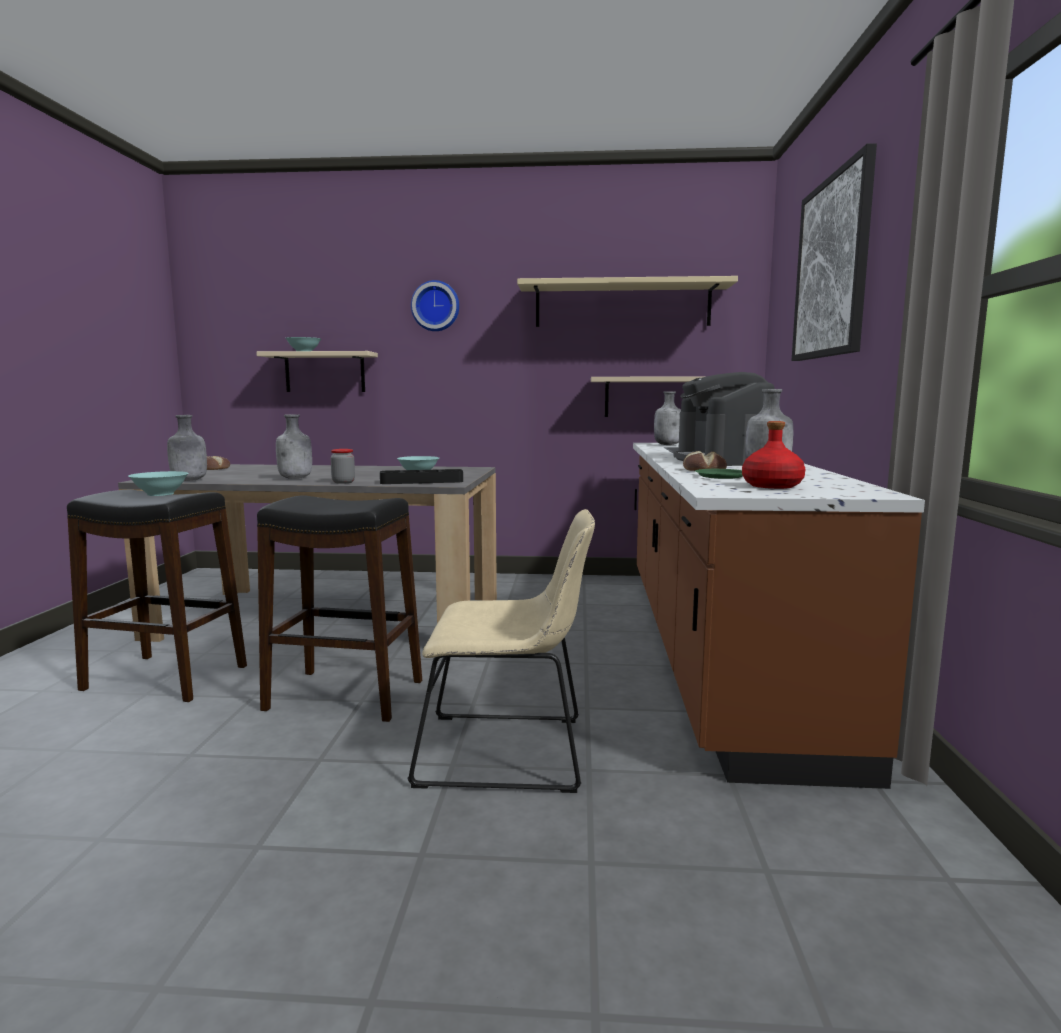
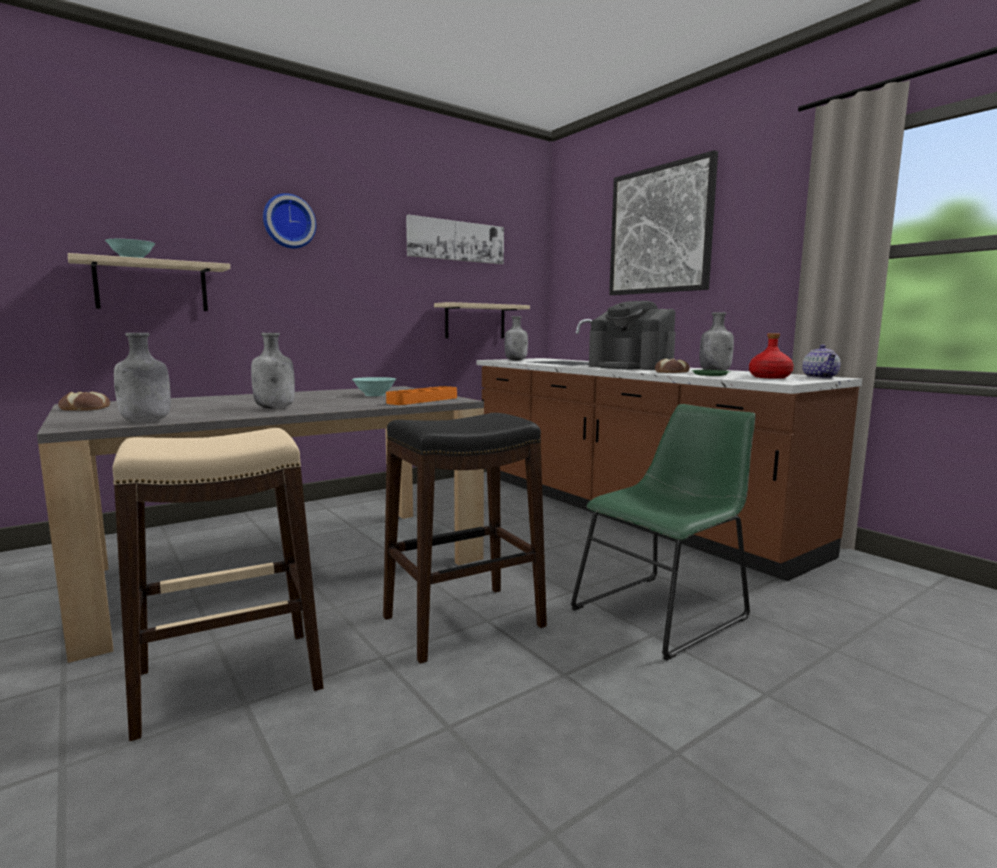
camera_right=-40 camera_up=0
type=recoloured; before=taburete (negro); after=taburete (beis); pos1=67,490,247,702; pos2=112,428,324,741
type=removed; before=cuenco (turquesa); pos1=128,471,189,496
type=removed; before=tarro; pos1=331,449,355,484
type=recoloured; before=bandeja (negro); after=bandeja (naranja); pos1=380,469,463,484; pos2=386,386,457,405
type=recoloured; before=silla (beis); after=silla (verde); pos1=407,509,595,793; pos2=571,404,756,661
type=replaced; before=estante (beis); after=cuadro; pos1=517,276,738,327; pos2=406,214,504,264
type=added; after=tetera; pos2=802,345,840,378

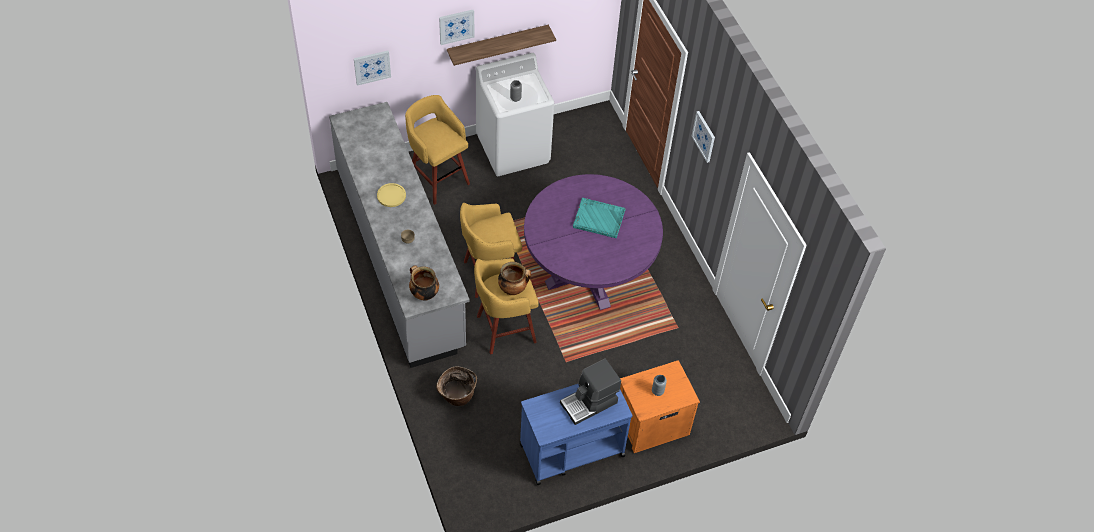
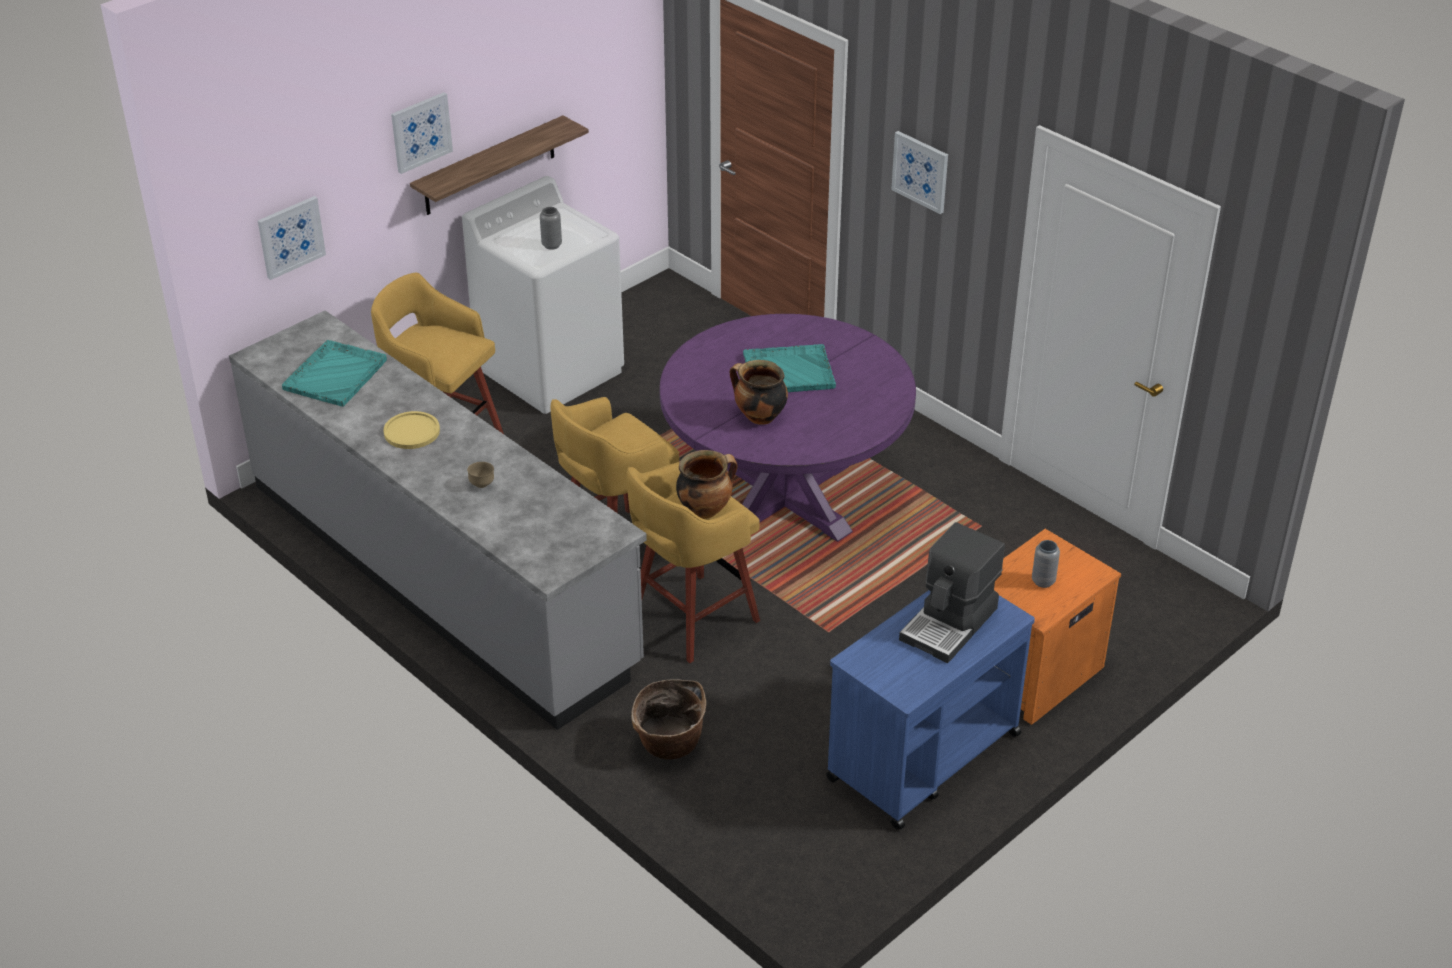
camera_right=-20 camera_up=-15
type=moved; before=olla; pos1=409,265,439,301; pos2=730,360,788,425
type=added; after=bandeja (turquesa); pos2=282,340,387,407

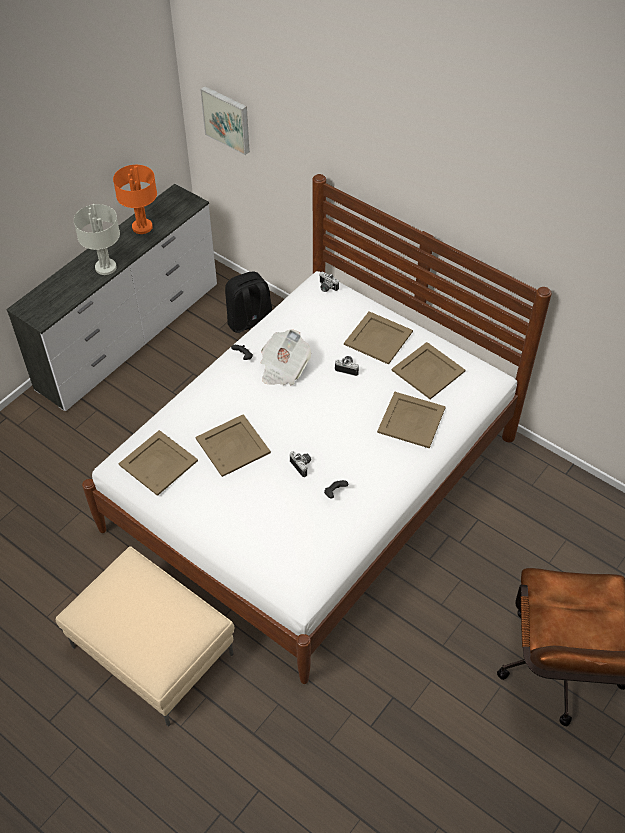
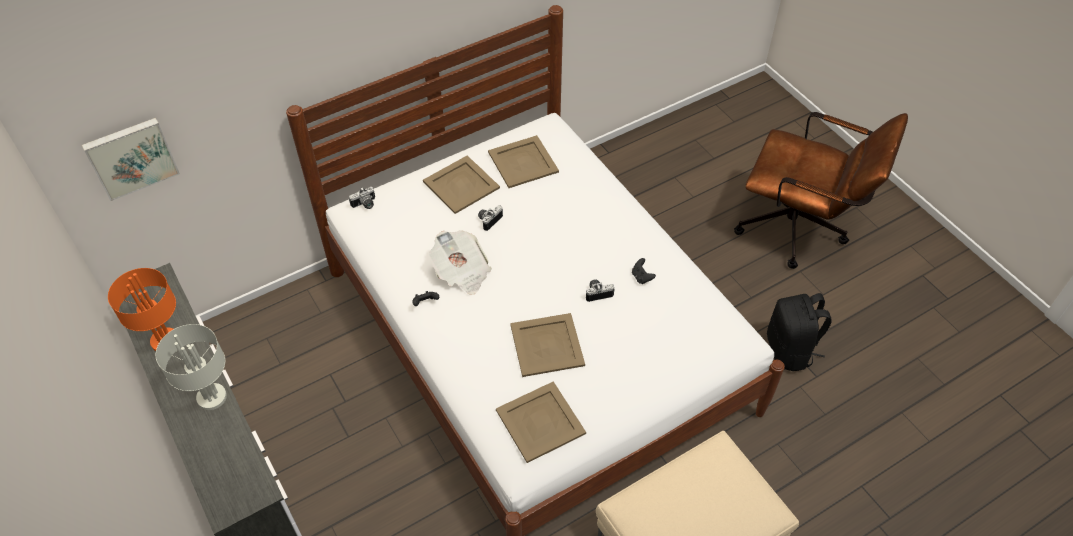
camera_right=-70 camera_up=0
type=moved; before=mochila (negro); pos1=225,272,272,333; pos2=767,293,832,371
type=removed; before=bandeja (beis); pos1=377,392,446,448

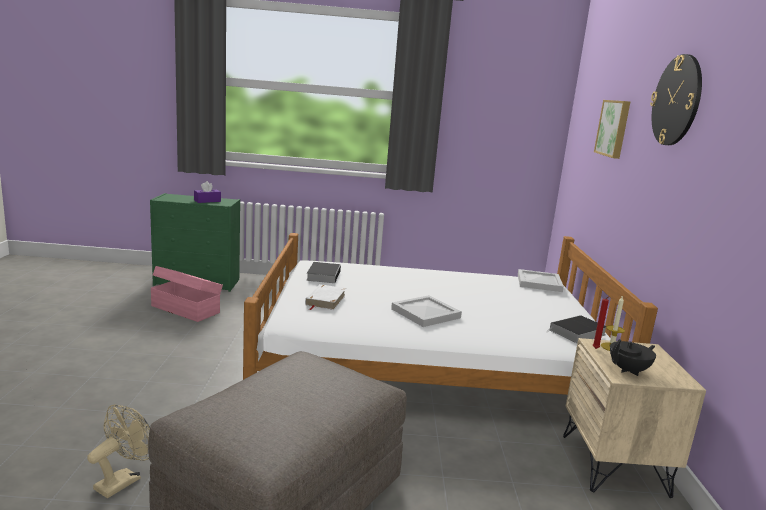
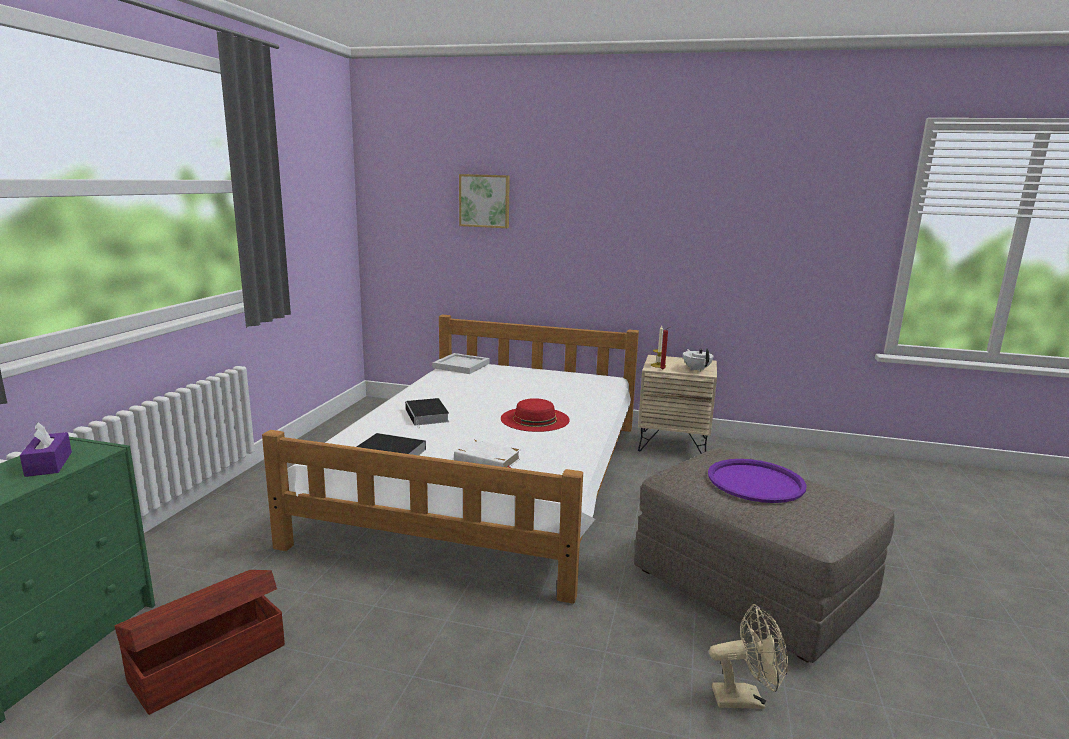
camera_right=-75 camera_up=0
type=turned; before=ventilador (beis); pos1=87,405,150,498; pos2=709,604,788,709; turn=135
type=recoloured; before=caja de almacenaje (rosa); after=caja de almacenaje (marrón); pos1=151,266,223,322; pos2=115,570,285,715
type=replaced; before=bandeja (blanco); after=sombrero (rojo); pos1=391,295,462,327; pos2=501,398,570,432
type=moved; before=libro; pos1=545,315,606,343; pos2=405,398,449,429
type=recoloured; before=tetera (negro); after=tetera (blanco); pos1=610,339,656,376; pos2=683,348,714,372
type=removed; before=reloj de pared; pos1=650,54,702,145
type=added; after=bandeja (morado); pos2=708,459,807,503

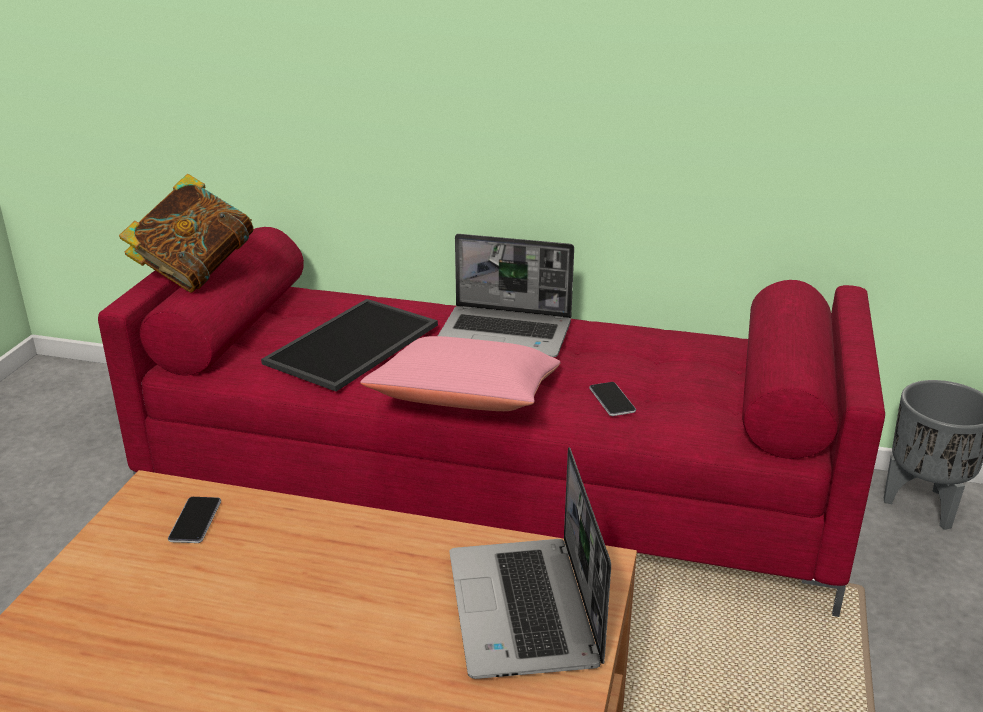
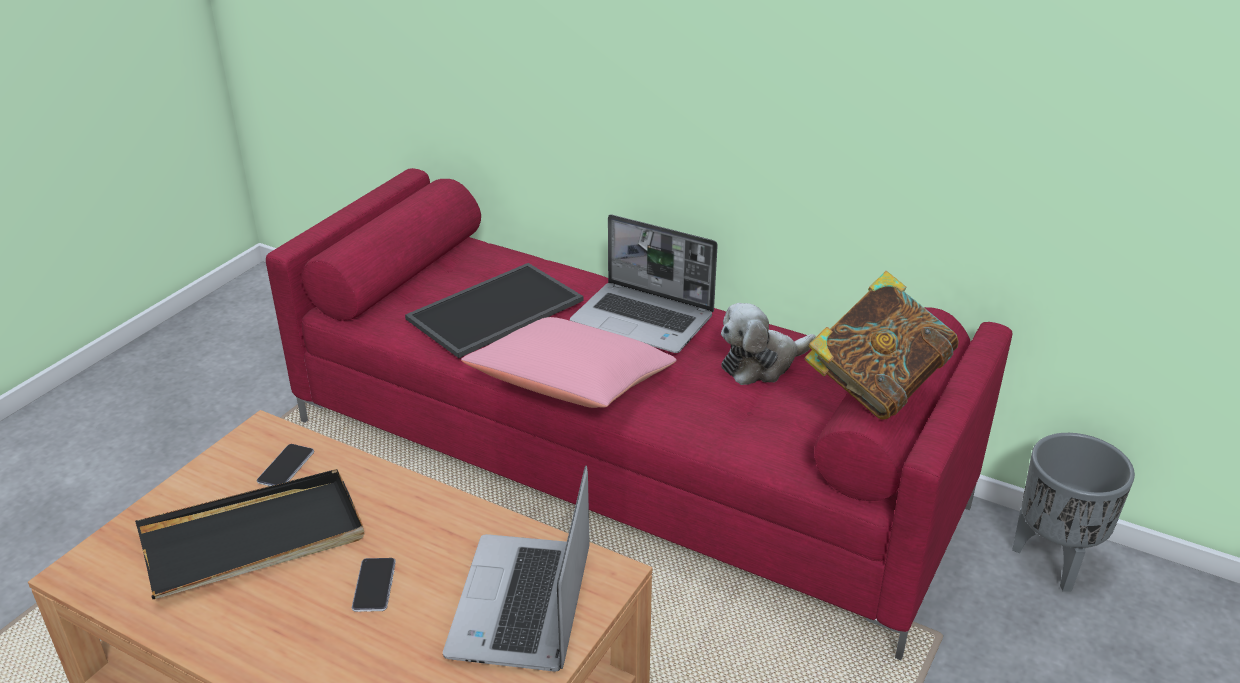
camera_right=15 camera_up=5
type=moved; before=libro; pos1=119,174,254,293; pos2=804,271,959,419
type=moved; before=móvil; pos1=589,382,636,416; pos2=352,558,396,612
type=added; after=bandeja (negro); pos2=135,469,365,599
type=added; after=peluche; pos2=721,303,816,385

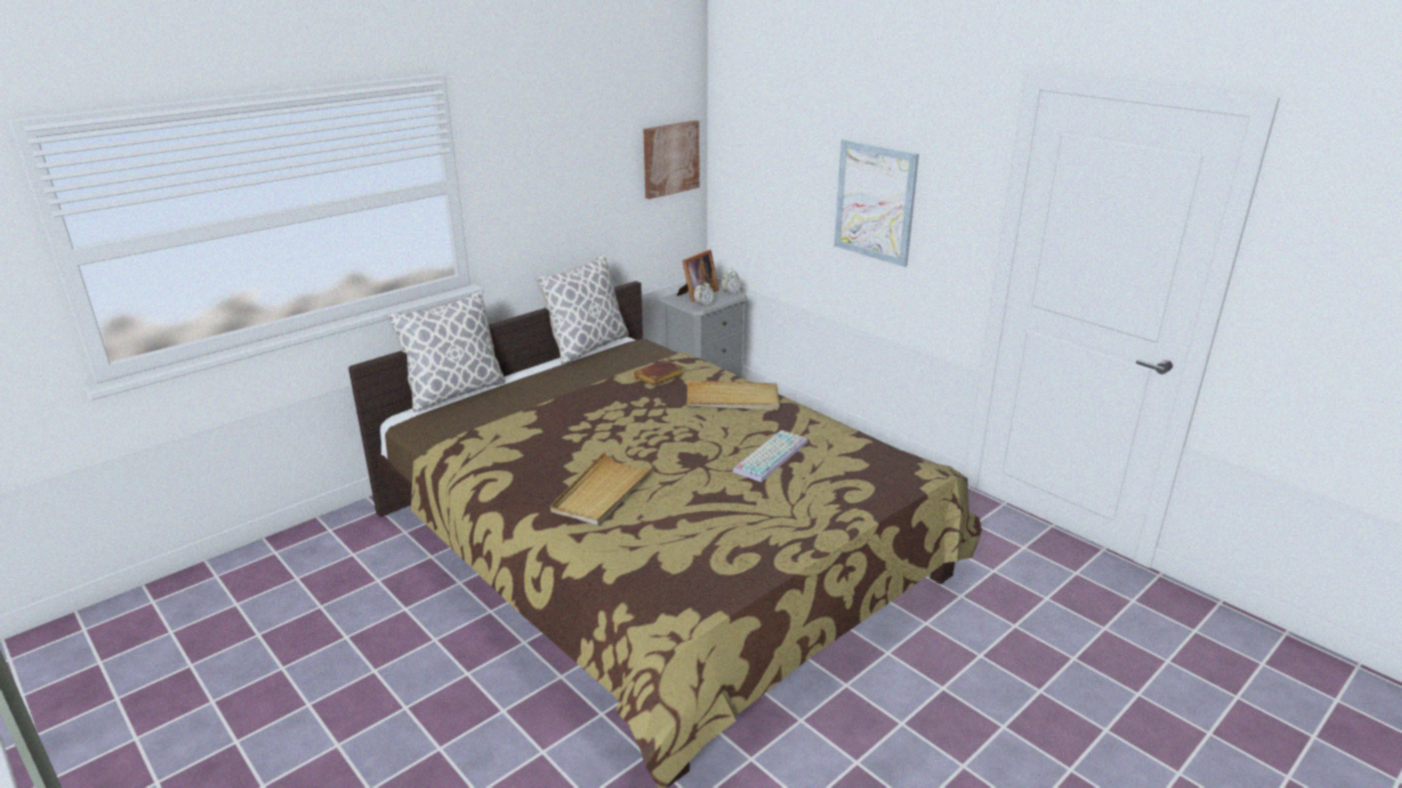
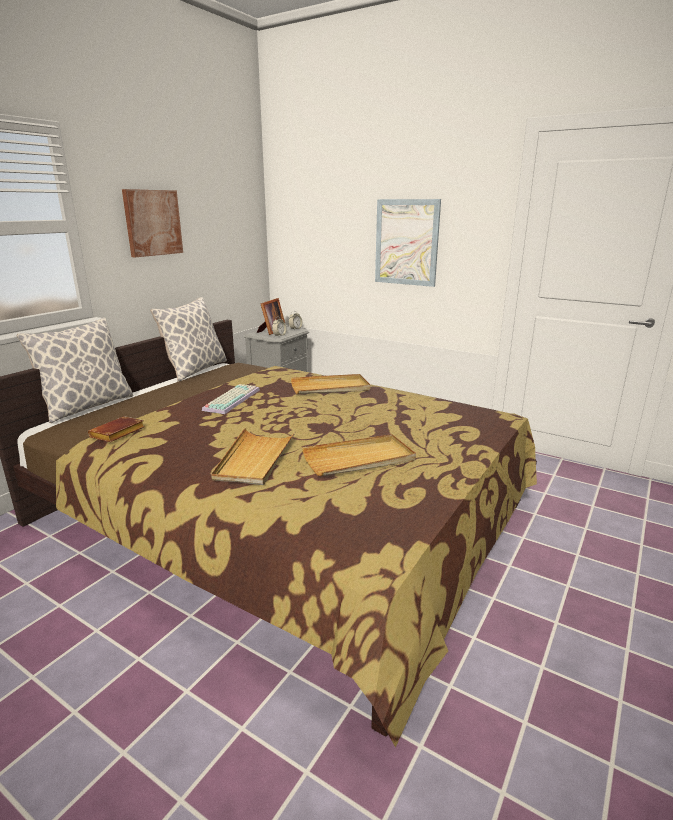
camera_right=-15 camera_up=-5
type=moved; before=libro (marrón); pos1=634,360,684,385; pos2=88,416,145,442
type=moved; before=cuadro; pos1=643,120,699,199; pos2=122,189,183,257
type=moved; before=teclado; pos1=733,430,808,482; pos2=202,384,260,414
type=added; after=bandeja (beis); pos2=302,434,416,476

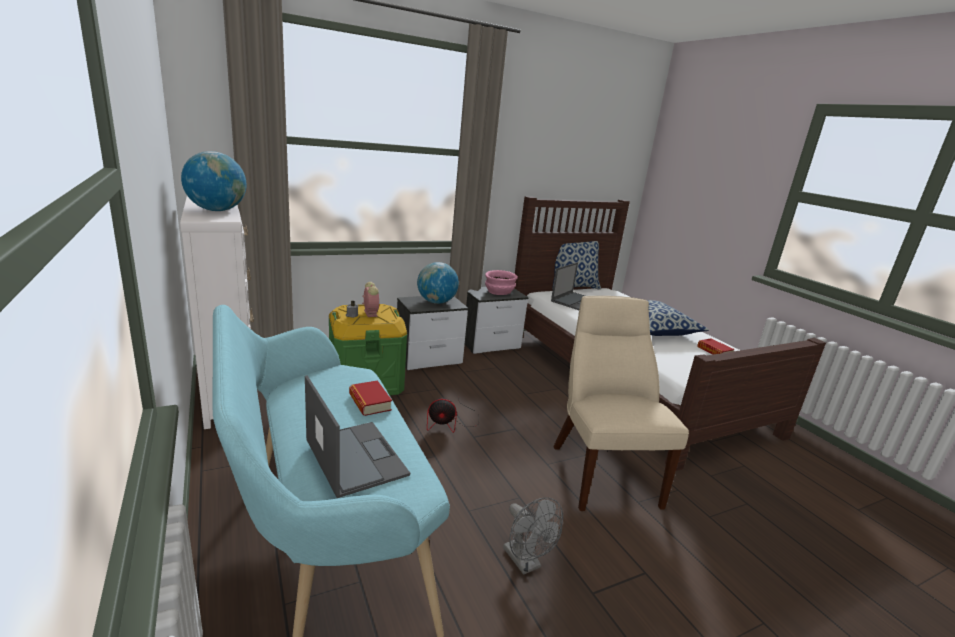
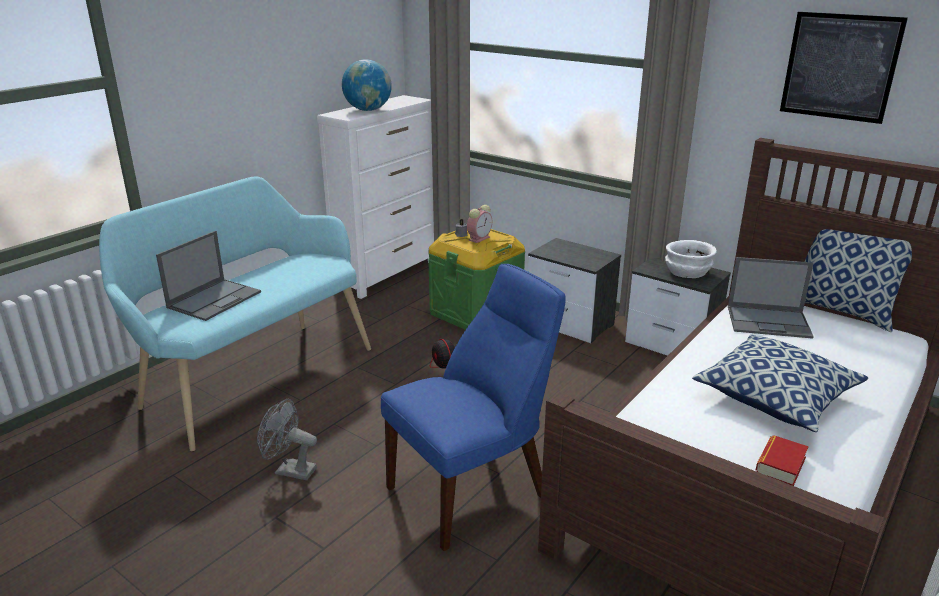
camera_right=65 camera_up=5
type=removed; before=libro; pos1=349,380,392,416
type=removed; before=globo terráqueo; pos1=417,262,459,304
type=recoloured; before=cuenco (rosa); after=cuenco (blanco); pos1=485,270,518,295; pos2=665,240,717,278
type=turned; before=ventilador (gris); pos1=503,498,563,575; pos2=257,399,317,480; turn=75
type=recoloured; before=silla (beis); after=silla (azul); pos1=553,296,689,511; pos2=381,264,566,551
type=added; after=cuadro; pos2=780,12,908,124

